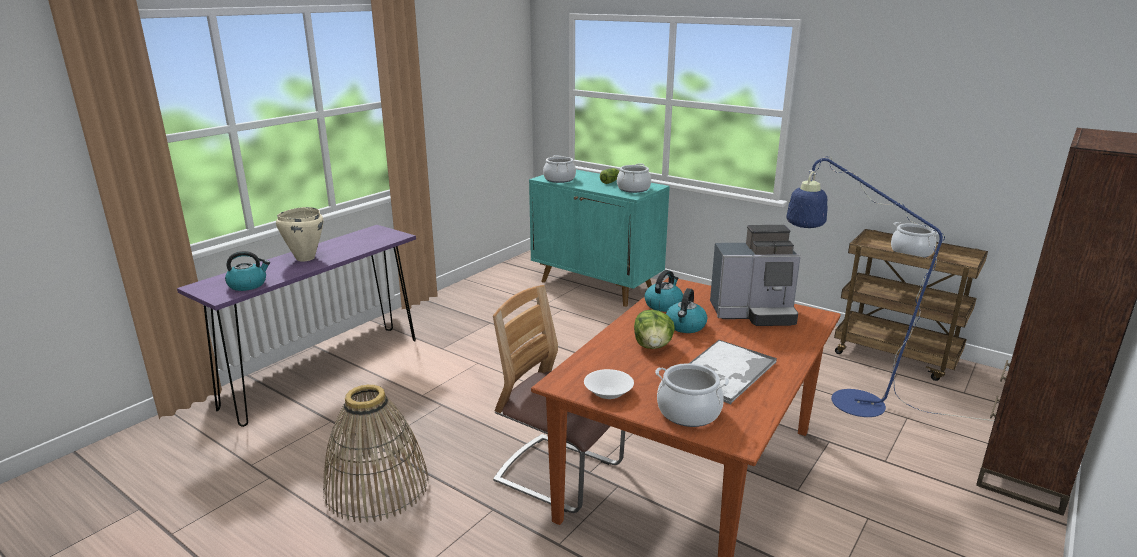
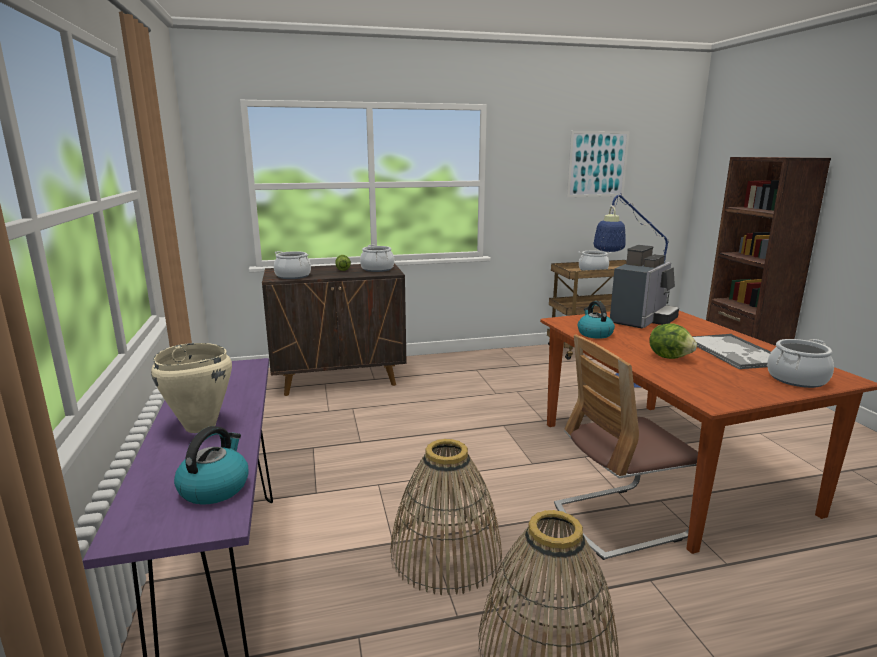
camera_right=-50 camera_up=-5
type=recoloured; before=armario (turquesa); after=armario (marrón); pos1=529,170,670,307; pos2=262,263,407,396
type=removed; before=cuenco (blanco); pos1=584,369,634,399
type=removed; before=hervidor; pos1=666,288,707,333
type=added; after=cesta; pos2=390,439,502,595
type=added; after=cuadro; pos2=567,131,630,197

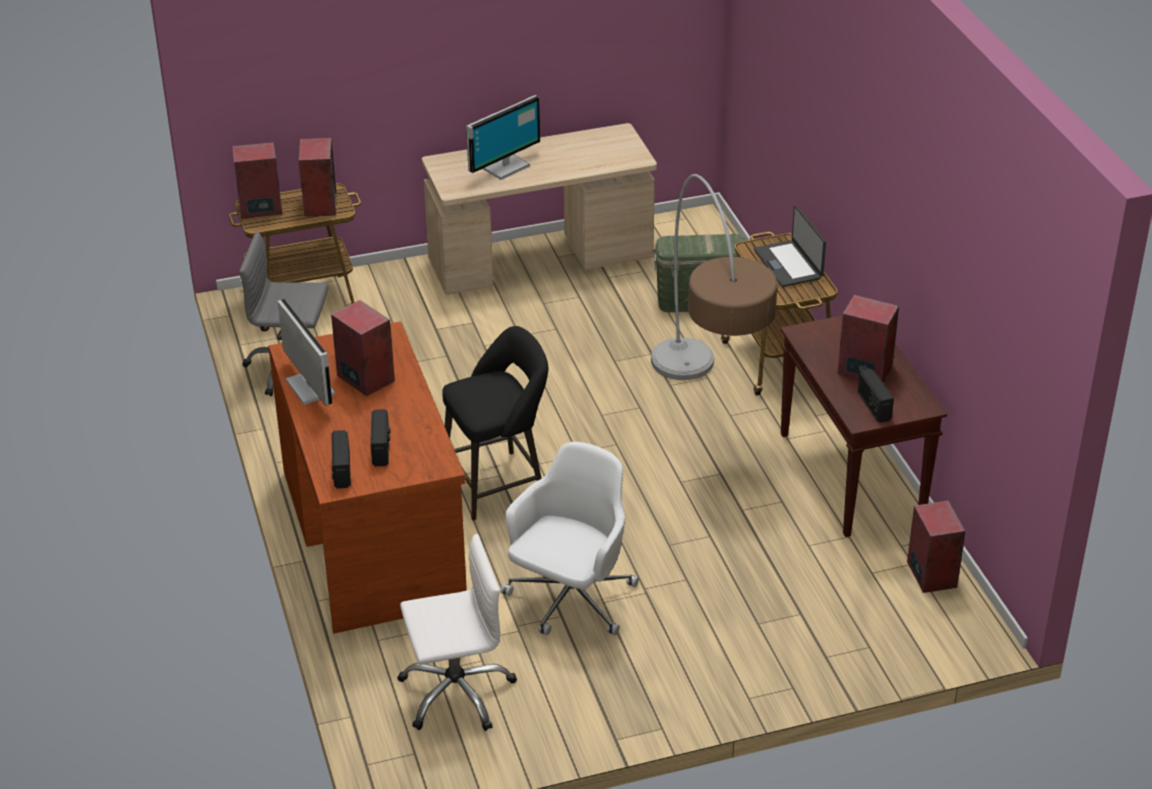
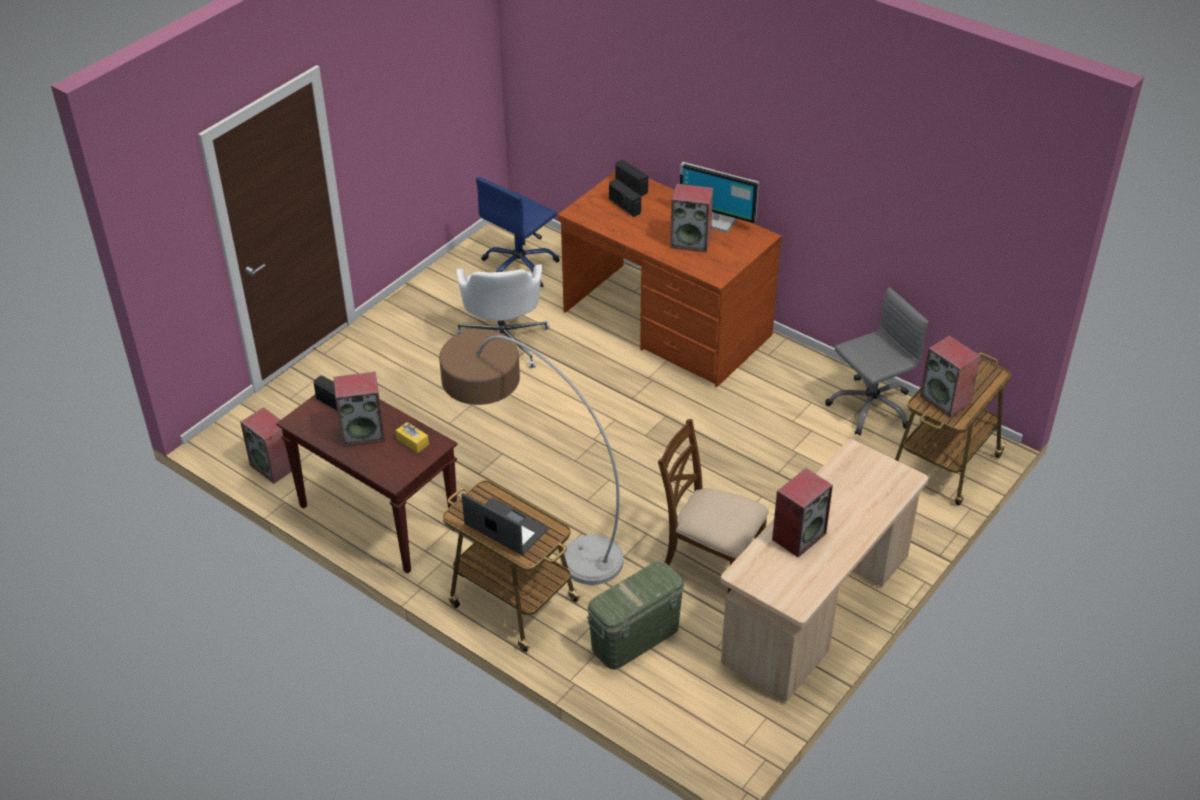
camera_right=145 camera_up=5
type=moved; before=altavoz; pos1=232,142,282,219; pos2=772,468,833,557
type=recoloured; before=silla de oficina (blanco); after=silla de oficina (azul); pos1=397,534,517,731; pos2=476,177,560,287
type=removed; before=taburete (negro); pos1=442,326,548,521
type=removed; before=monitor; pos1=466,95,540,180
type=added; after=caja de pañuelos (amarillo); pos2=396,422,429,453
type=added; after=silla (marrón); pos2=658,419,769,593

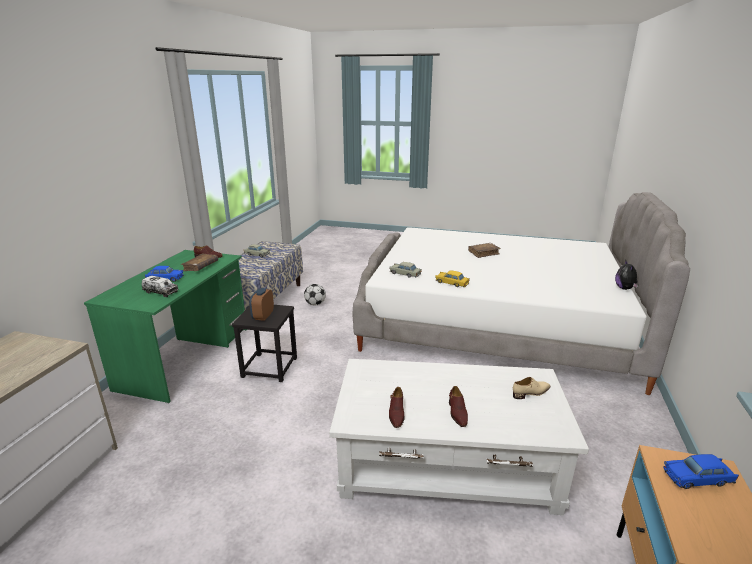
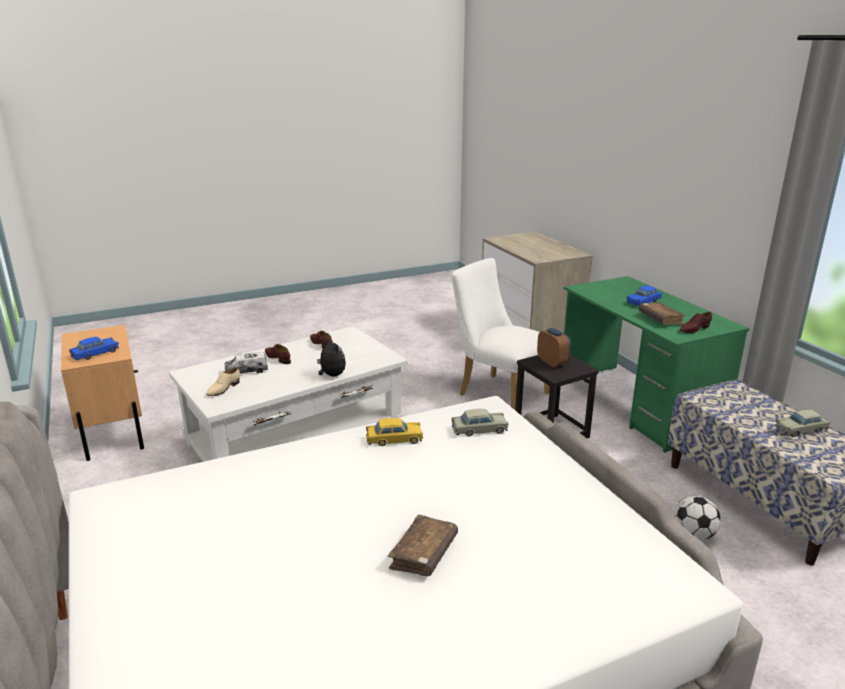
camera_right=140 camera_up=0
type=moved; before=camión de juguete; pos1=142,276,178,297; pos2=225,352,268,373
type=moved; before=peluche; pos1=615,259,638,290; pos2=317,338,346,377
type=added; after=silla (blanco); pos2=451,258,550,410

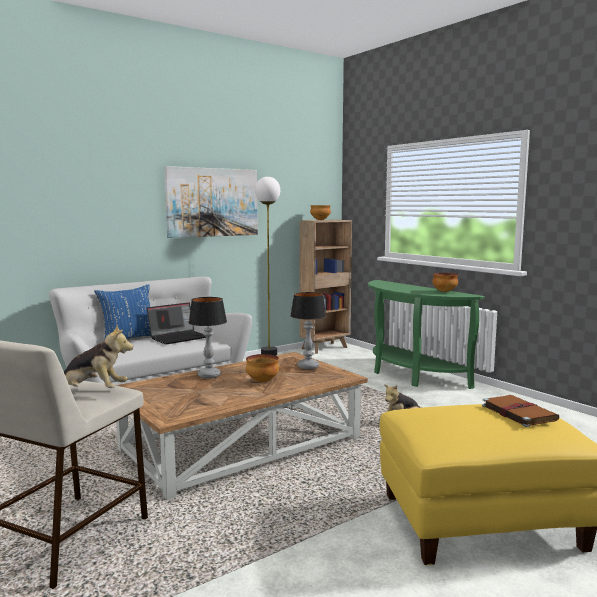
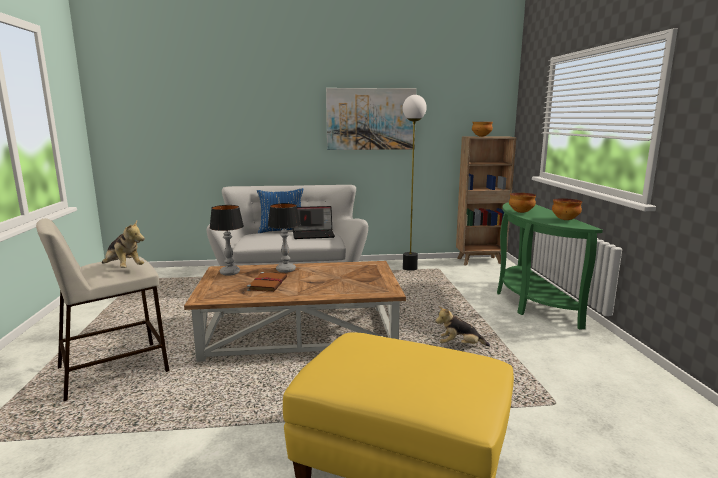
camera_right=30 camera_up=5
type=moved; before=cuenco; pos1=246,354,279,382; pos2=509,193,536,213
type=moved; before=lámpara de mesa; pos1=290,292,326,369; pos2=210,205,244,276
type=moved; before=libro (marrón); pos1=482,395,559,427; pos2=247,272,287,292

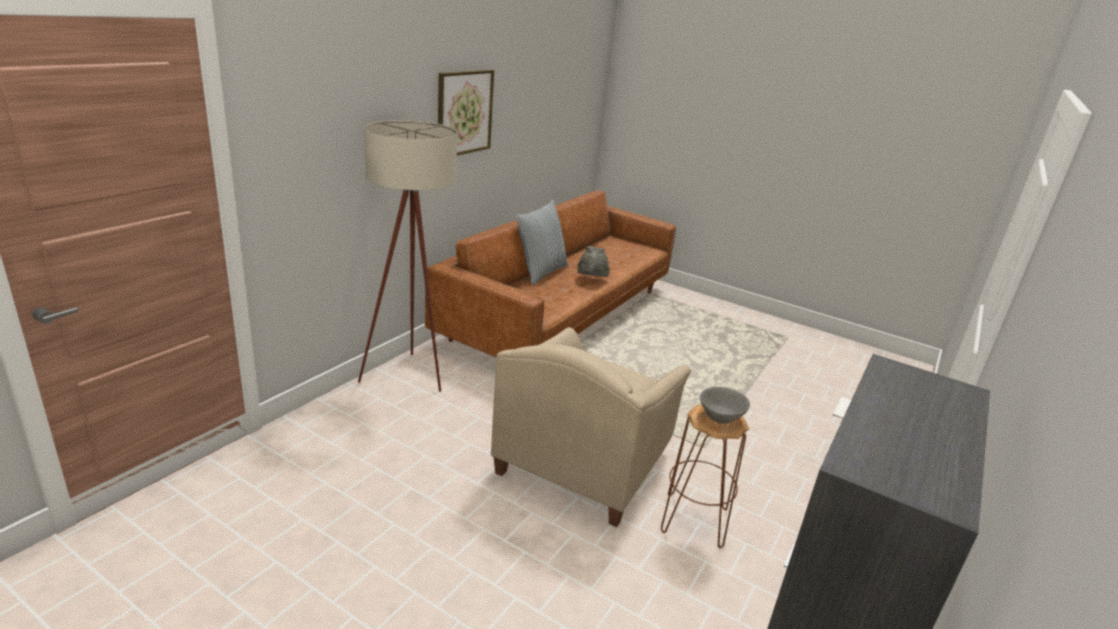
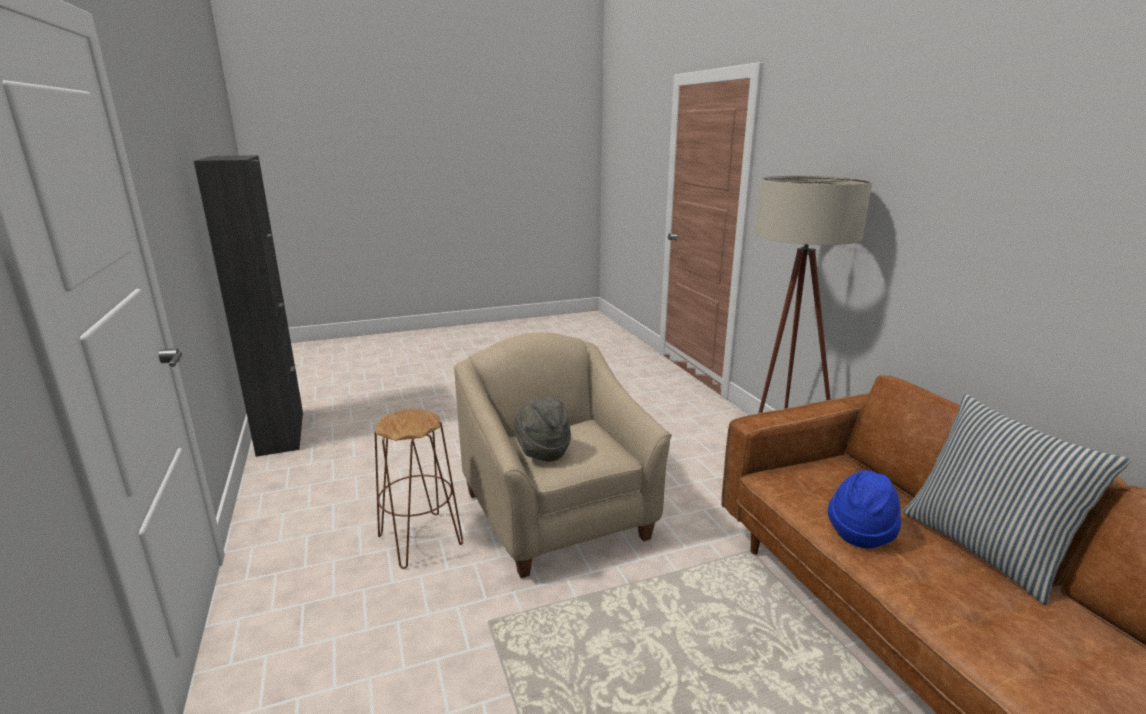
camera_right=130 camera_up=-5
type=removed; before=cuadro; pos1=438,70,494,156
type=moved; before=sombrero (gris); pos1=578,246,610,277; pos2=514,397,571,461
type=removed; before=cuenco (gris); pos1=700,387,750,424
type=added; after=sombrero (azul); pos2=828,470,901,548

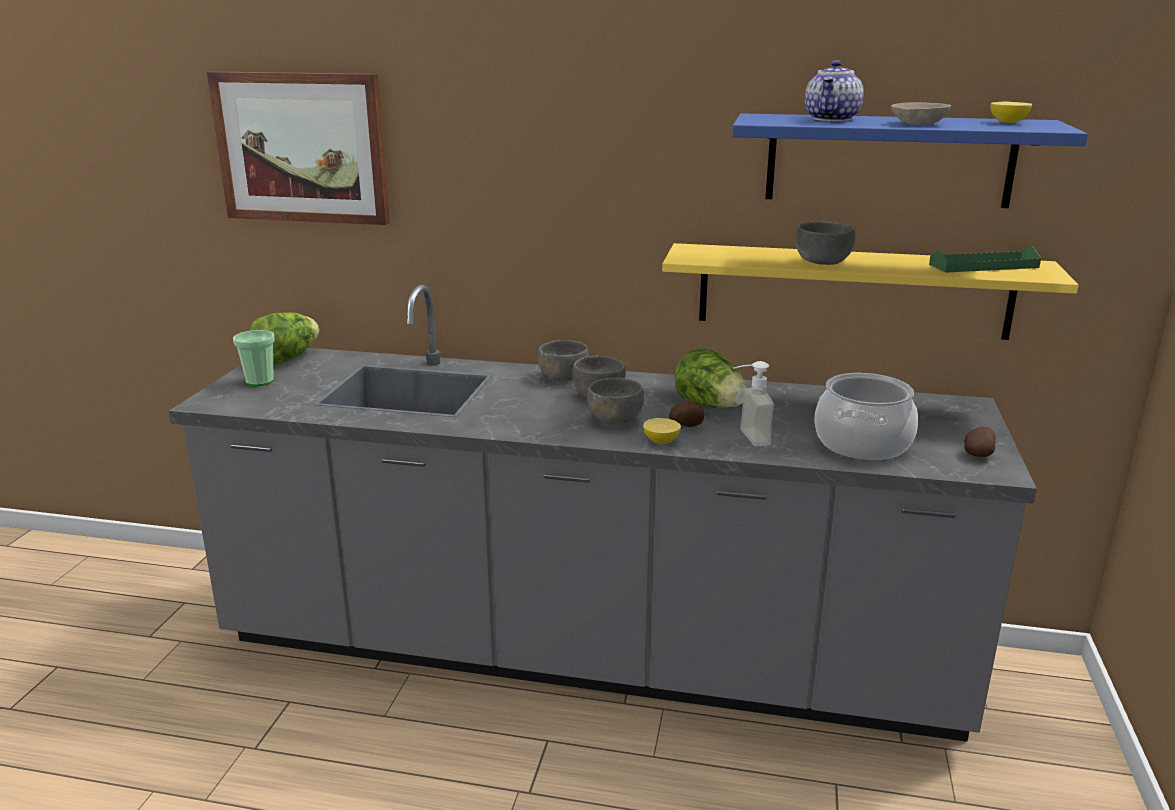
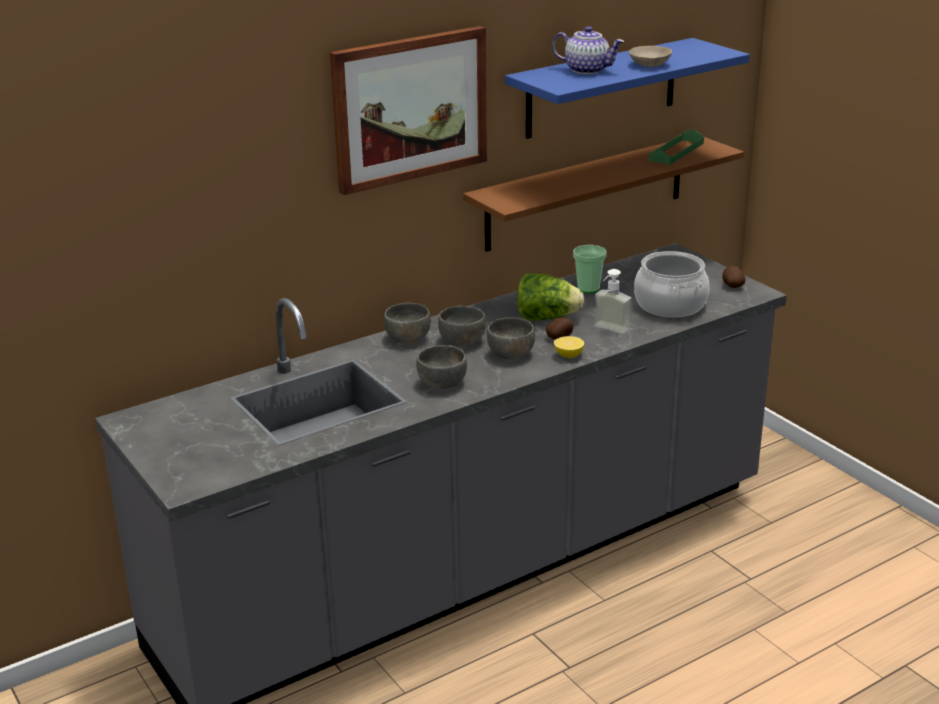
camera_right=-45 camera_up=5
type=moved; before=cuadro; pos1=207,72,390,225; pos2=330,26,487,195
type=moved; before=taza; pos1=233,330,275,386; pos2=573,245,607,293
type=removed; before=lechuga; pos1=249,312,319,365
type=recoloured; before=estante (amarillo); after=estante (marrón); pos1=662,243,1079,340; pos2=463,137,744,252
type=moved; before=cuenco (gris); pos1=795,222,856,265; pos2=416,345,467,389
type=turned; before=tetera; pos1=805,60,864,121; pos2=552,26,624,74; turn=-45
type=removed; before=limón; pos1=990,102,1032,123

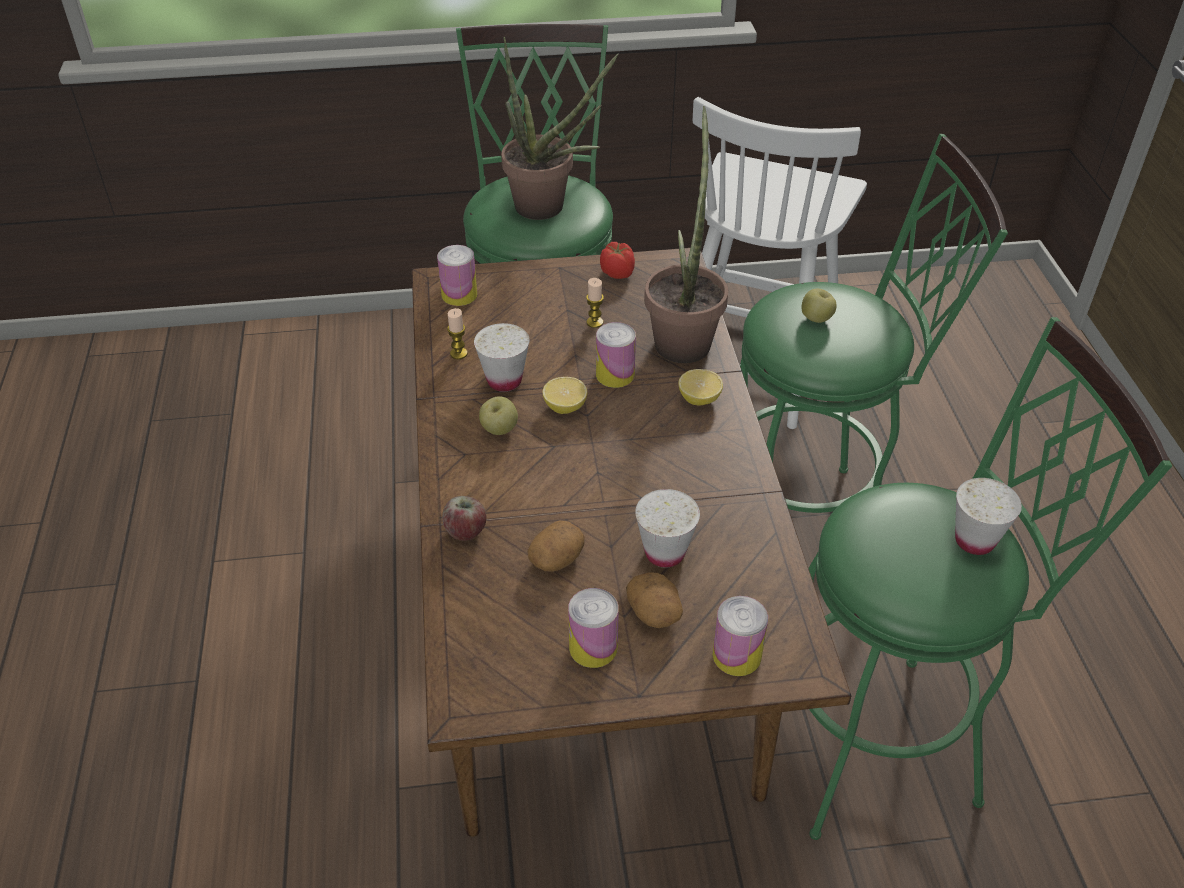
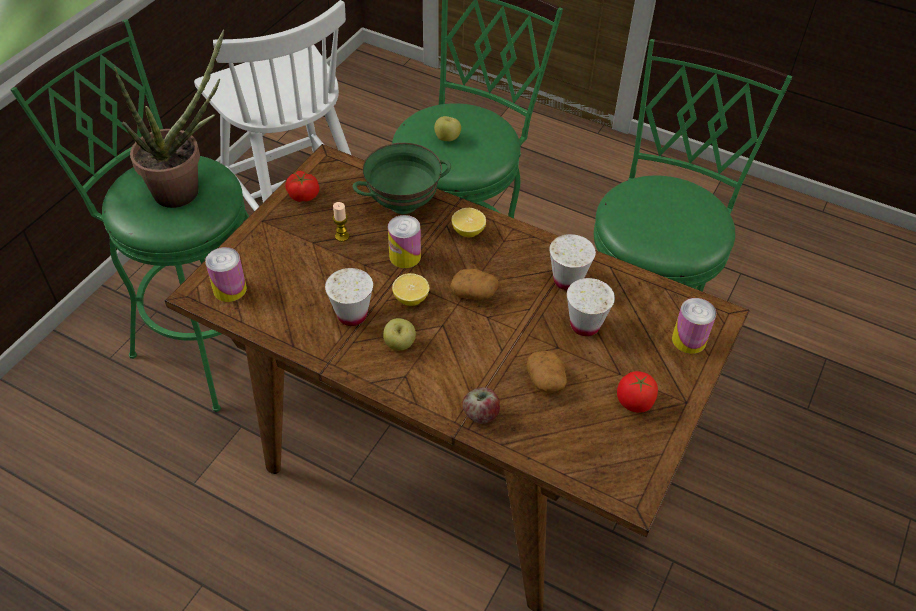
camera_right=-55 camera_up=5
type=removed; before=vela; pos1=447,308,468,359
type=replaced; before=lata; after=tomate; pos1=568,588,619,668; pos2=617,371,658,413
type=moved; before=patata; pos1=626,573,683,628; pos2=450,269,498,300
type=replaced; before=planta en maceta; after=cuenco (verde); pos1=644,106,728,363; pos2=353,143,451,214
type=moved; before=taza (blanco); pos1=955,478,1022,555; pos2=549,234,596,290

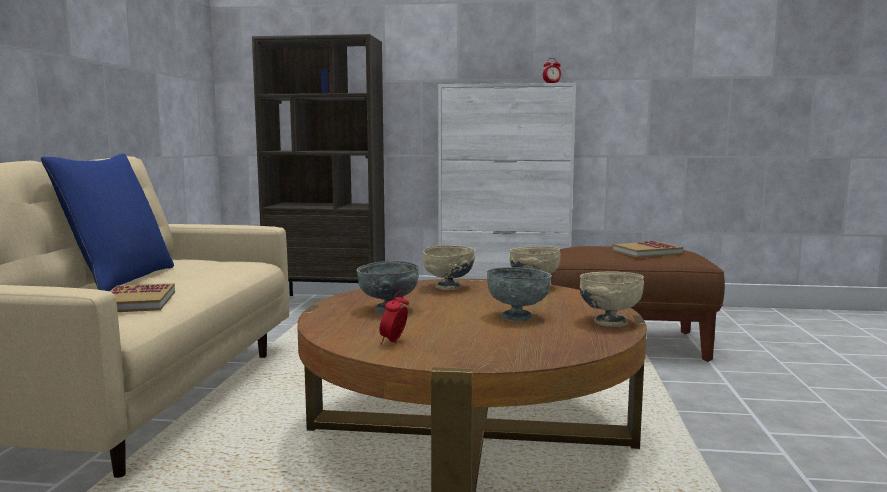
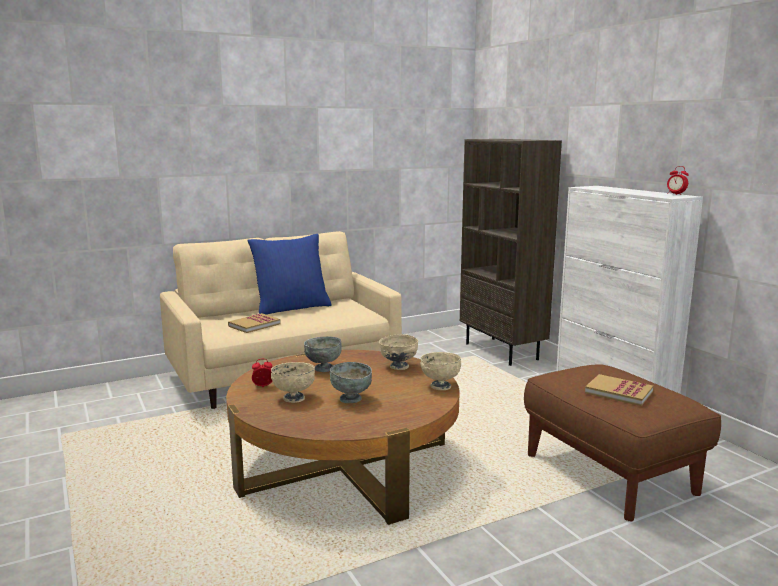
camera_right=55 camera_up=5
type=moved; before=cuenco (beis); pos1=580,271,644,327; pos2=271,362,315,403

